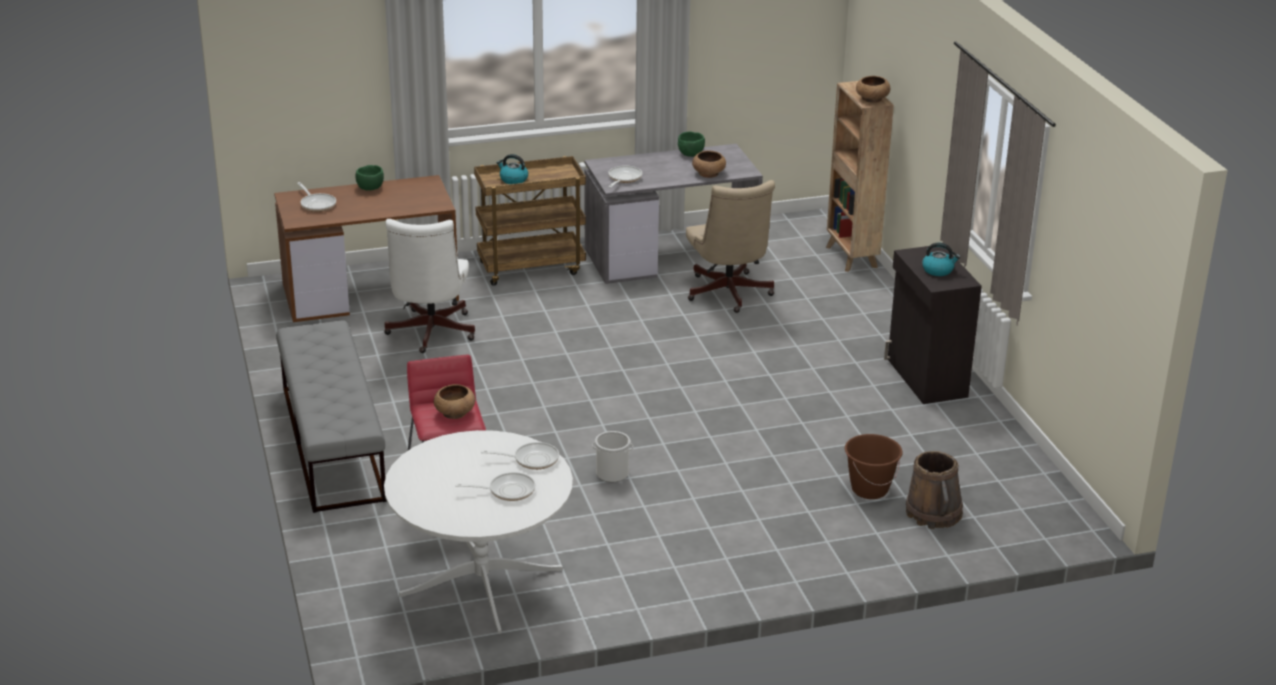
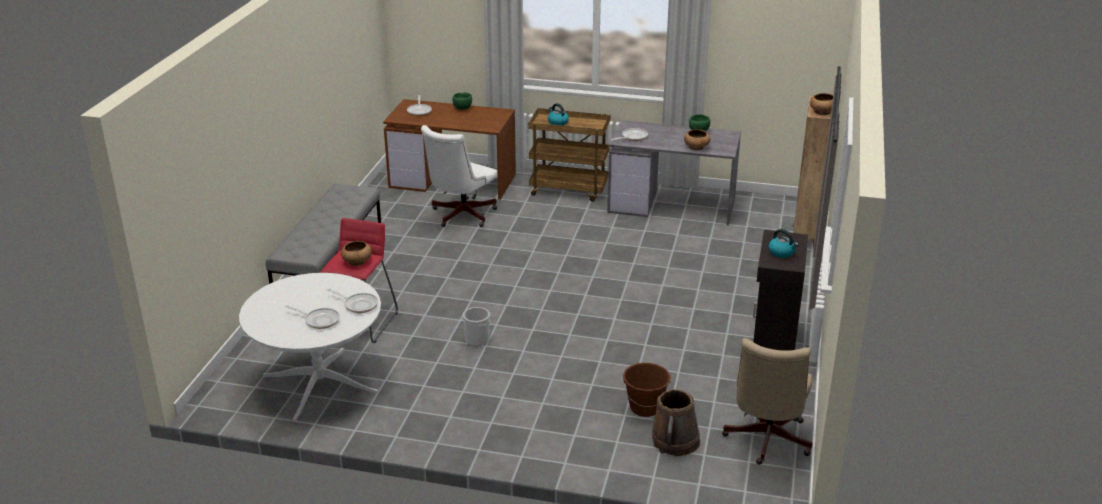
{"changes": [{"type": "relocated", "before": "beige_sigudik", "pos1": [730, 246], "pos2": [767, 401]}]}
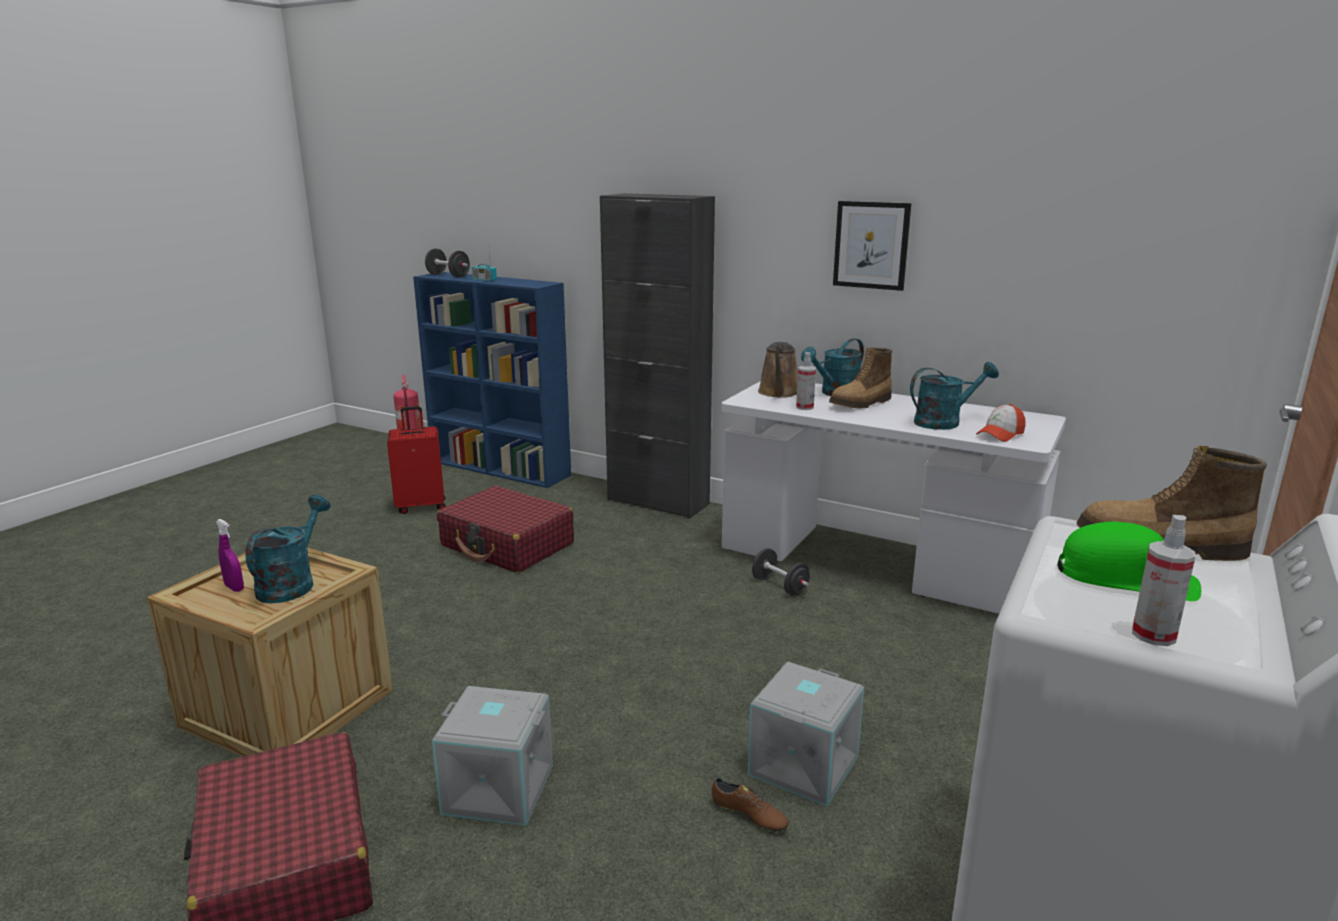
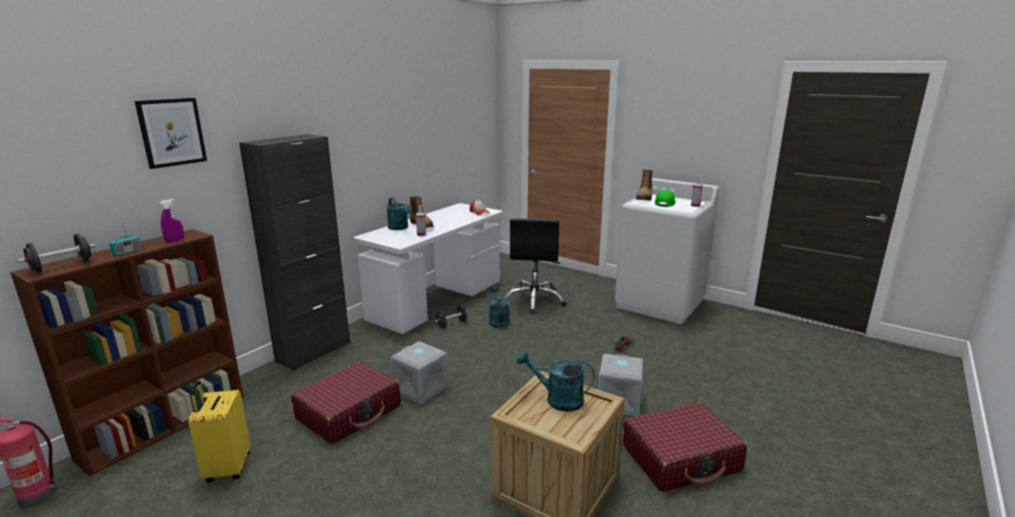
{"changes": [{"type": "relocated", "before": "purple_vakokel", "pos1": [230, 555], "pos2": [172, 221]}, {"type": "colour", "before": "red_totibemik", "after": "yellow_totibemik", "pos1": [416, 460], "pos2": [219, 431]}, {"type": "colour", "before": "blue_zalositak", "after": "brown_zalositak", "pos1": [492, 380], "pos2": [127, 353]}, {"type": "relocated", "before": "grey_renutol", "pos1": [806, 734], "pos2": [419, 373]}, {"type": "missing", "before": "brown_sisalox", "pos1": [778, 369]}, {"type": "relocated", "before": "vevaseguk", "pos1": [872, 246], "pos2": [171, 133]}, {"type": "relocated", "before": "turquoise_sisalox", "pos1": [954, 396], "pos2": [499, 307]}, {"type": "appeared", "after": "black_sigudik", "pos2": [535, 266]}]}
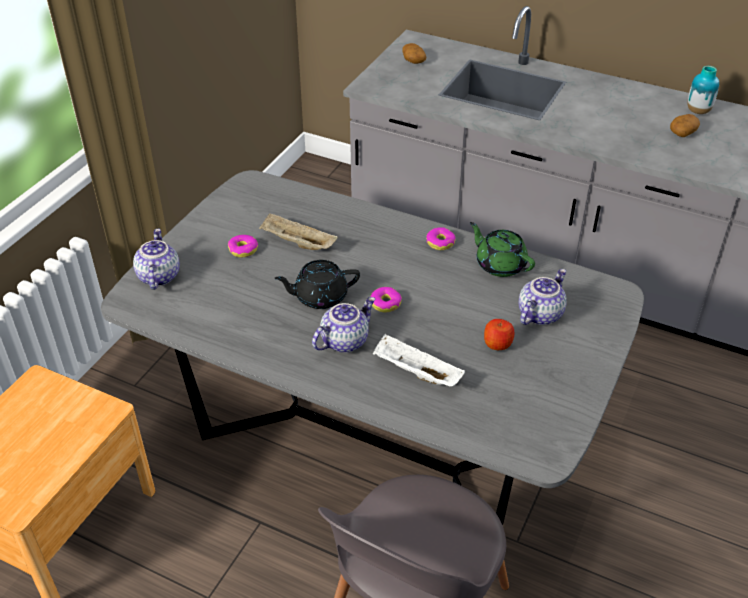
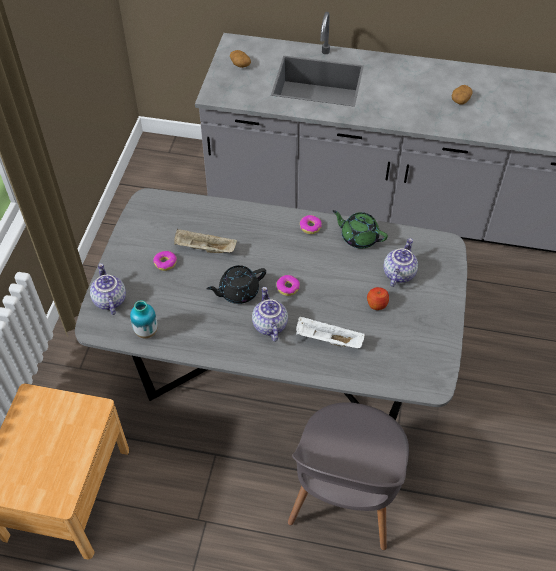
{"changes": [{"type": "spun", "before": "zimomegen", "pos1": [343, 325], "pos2": [270, 314], "turn": -45}, {"type": "relocated", "before": "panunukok", "pos1": [703, 90], "pos2": [144, 319]}]}
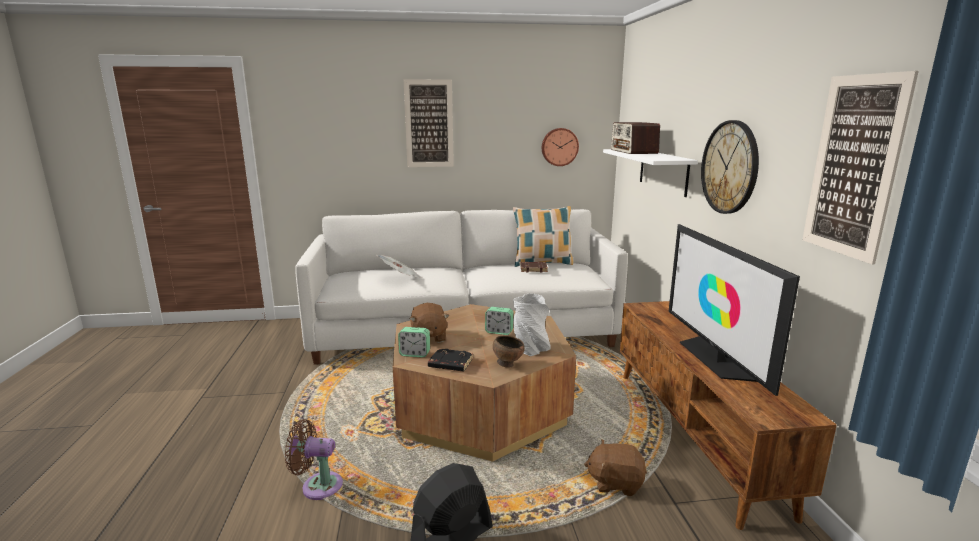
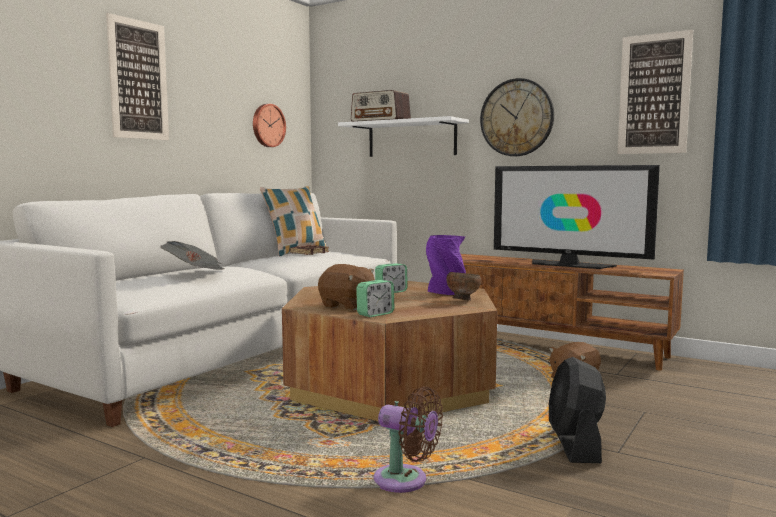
{"changes": [{"type": "spun", "before": "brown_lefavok", "pos1": [314, 459], "pos2": [408, 439], "turn": -105}, {"type": "missing", "before": "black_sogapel", "pos1": [450, 360]}, {"type": "colour", "before": "grey_panunukok", "after": "purple_panunukok", "pos1": [532, 324], "pos2": [446, 265]}]}
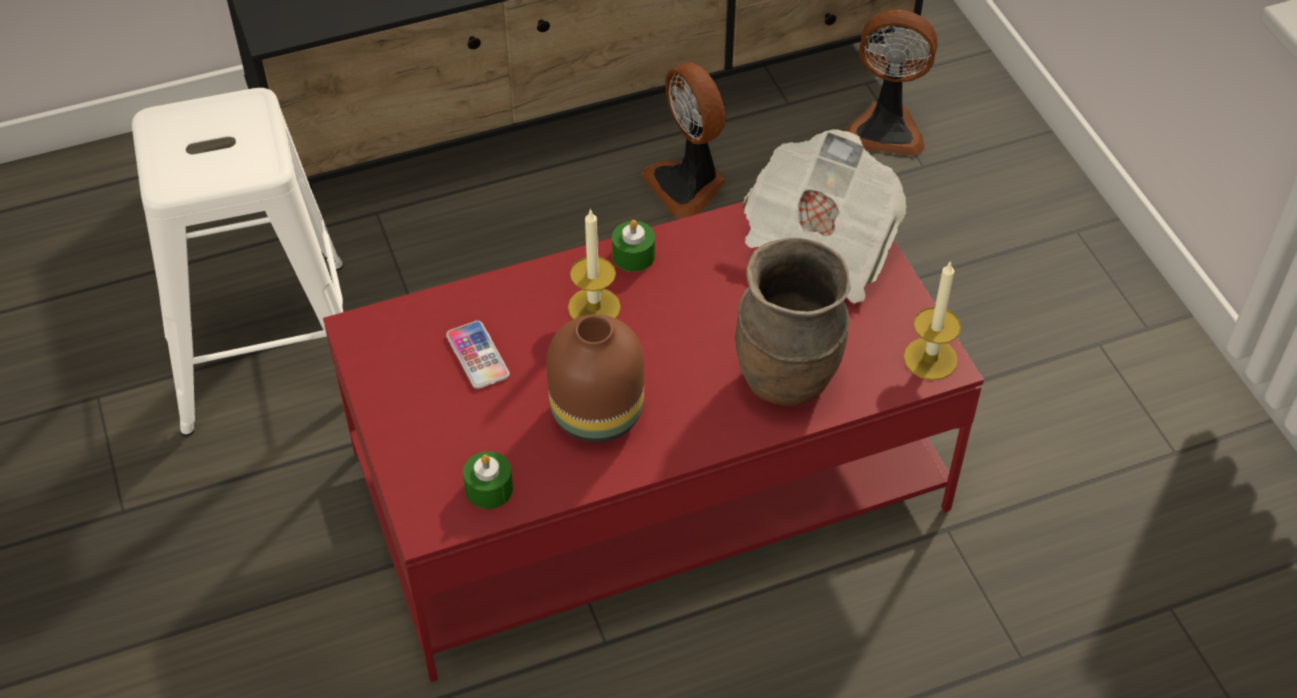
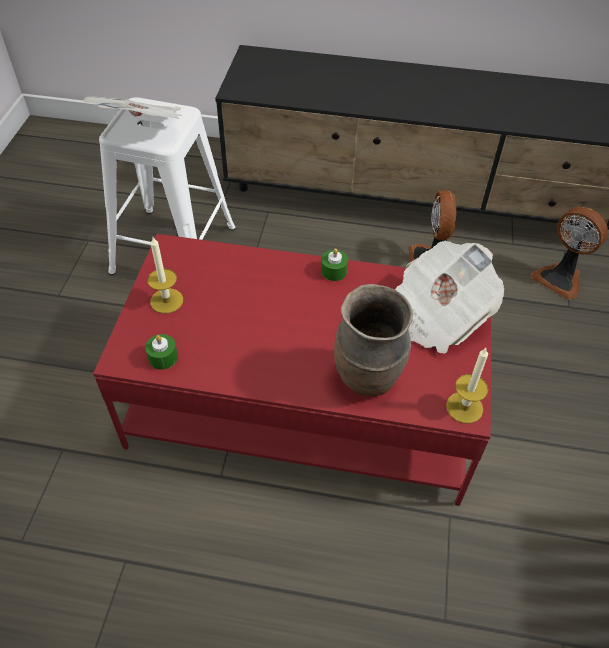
{"changes": [{"type": "missing", "before": "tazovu", "pos1": [478, 355]}, {"type": "missing", "before": "brown_panunukok", "pos1": [595, 378]}, {"type": "relocated", "before": "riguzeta", "pos1": [594, 263], "pos2": [165, 275]}, {"type": "appeared", "after": "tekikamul", "pos2": [133, 107]}]}
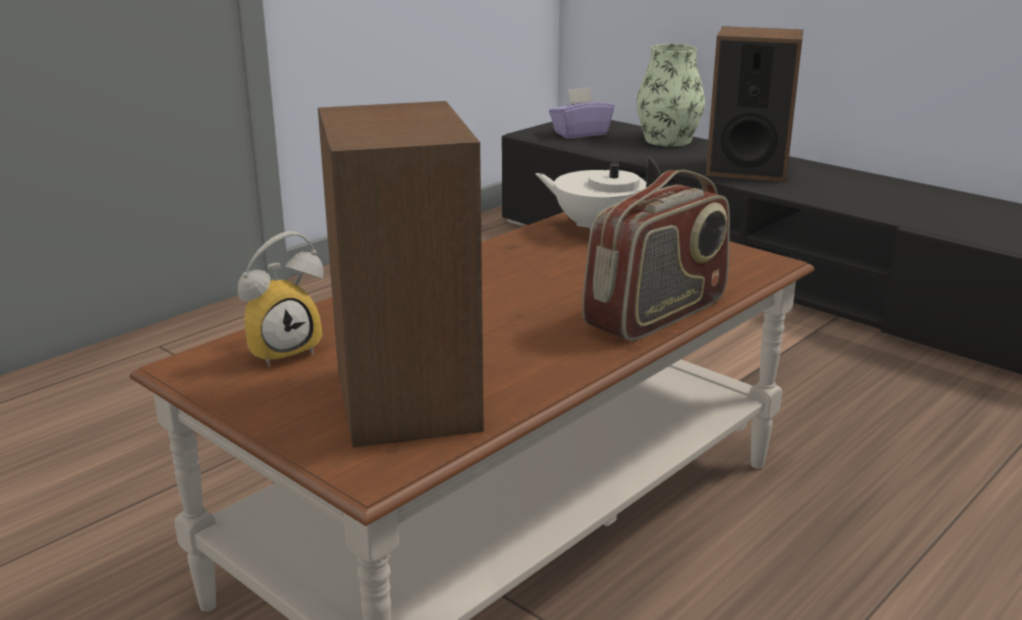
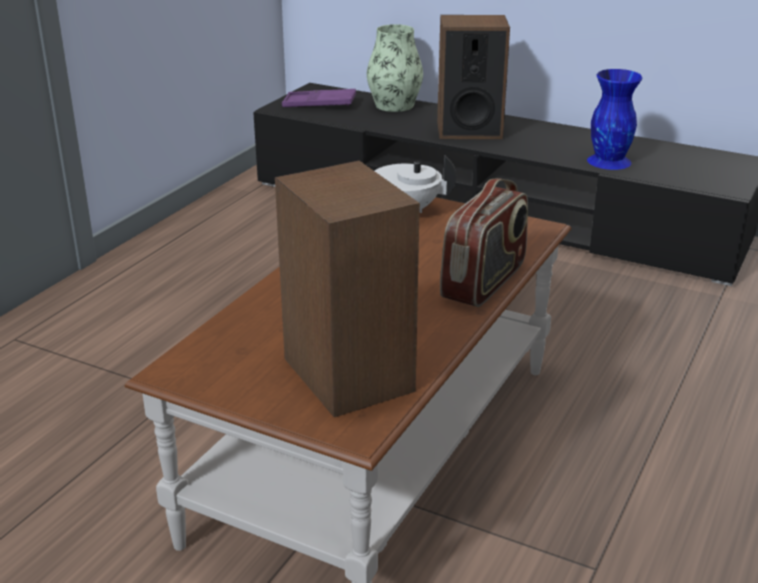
{"changes": [{"type": "missing", "before": "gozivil", "pos1": [280, 299]}, {"type": "exchanged", "before": "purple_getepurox", "after": "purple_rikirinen", "pos1": [581, 112], "pos2": [319, 98]}, {"type": "appeared", "after": "blue_panunukok", "pos2": [614, 119]}]}
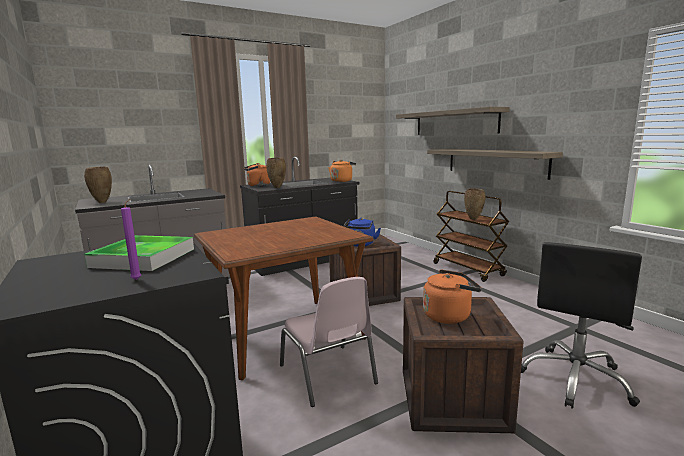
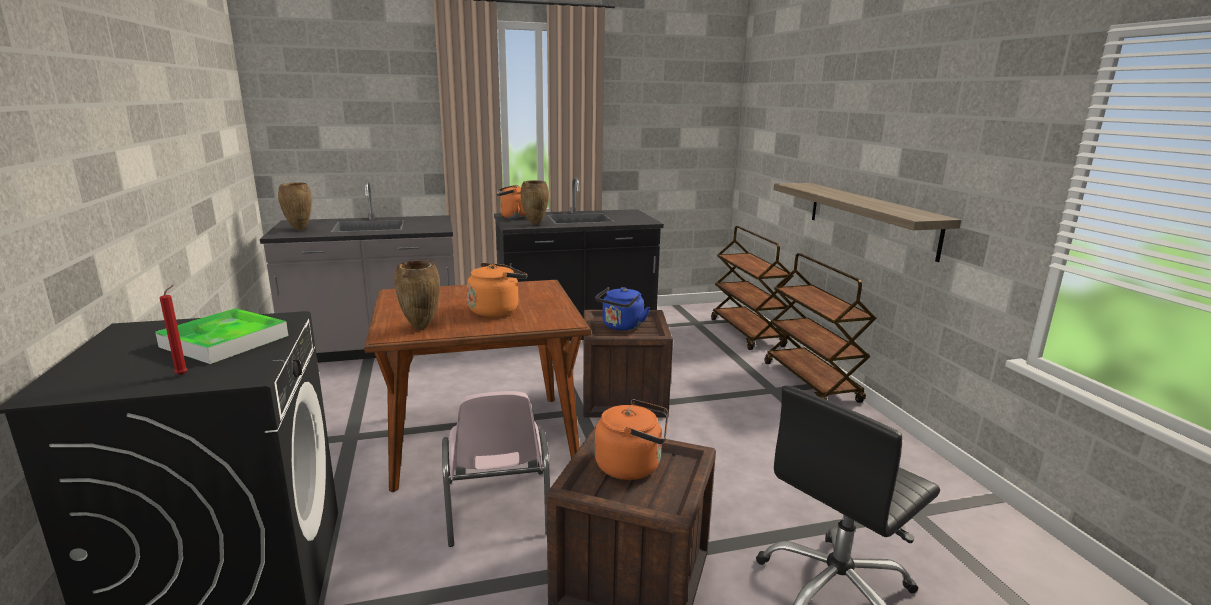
{"changes": [{"type": "colour", "before": "purple_riguzeta", "after": "red_riguzeta", "pos1": [131, 239], "pos2": [173, 330]}, {"type": "relocated", "before": "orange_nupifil", "pos1": [342, 171], "pos2": [497, 290]}, {"type": "missing", "before": "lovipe", "pos1": [453, 121]}, {"type": "relocated", "before": "brown_panunukok", "pos1": [474, 204], "pos2": [417, 295]}, {"type": "appeared", "after": "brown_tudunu", "pos2": [752, 288]}]}
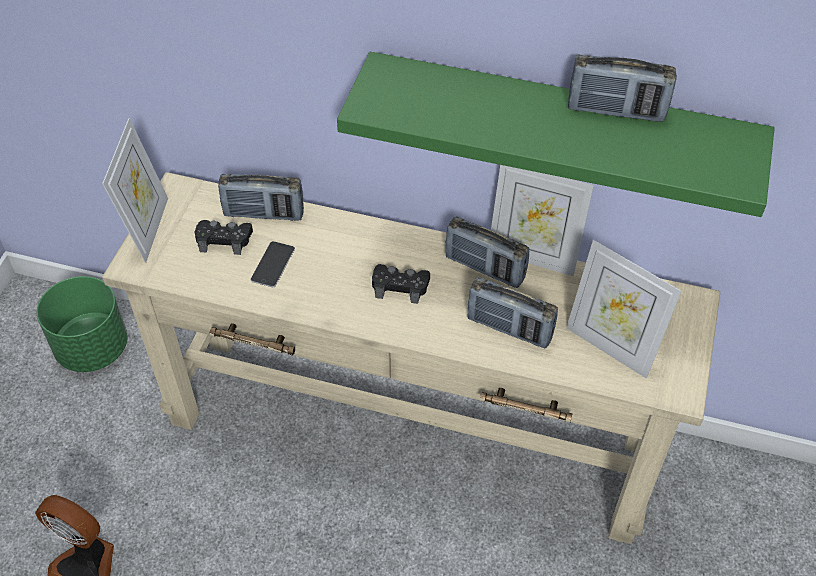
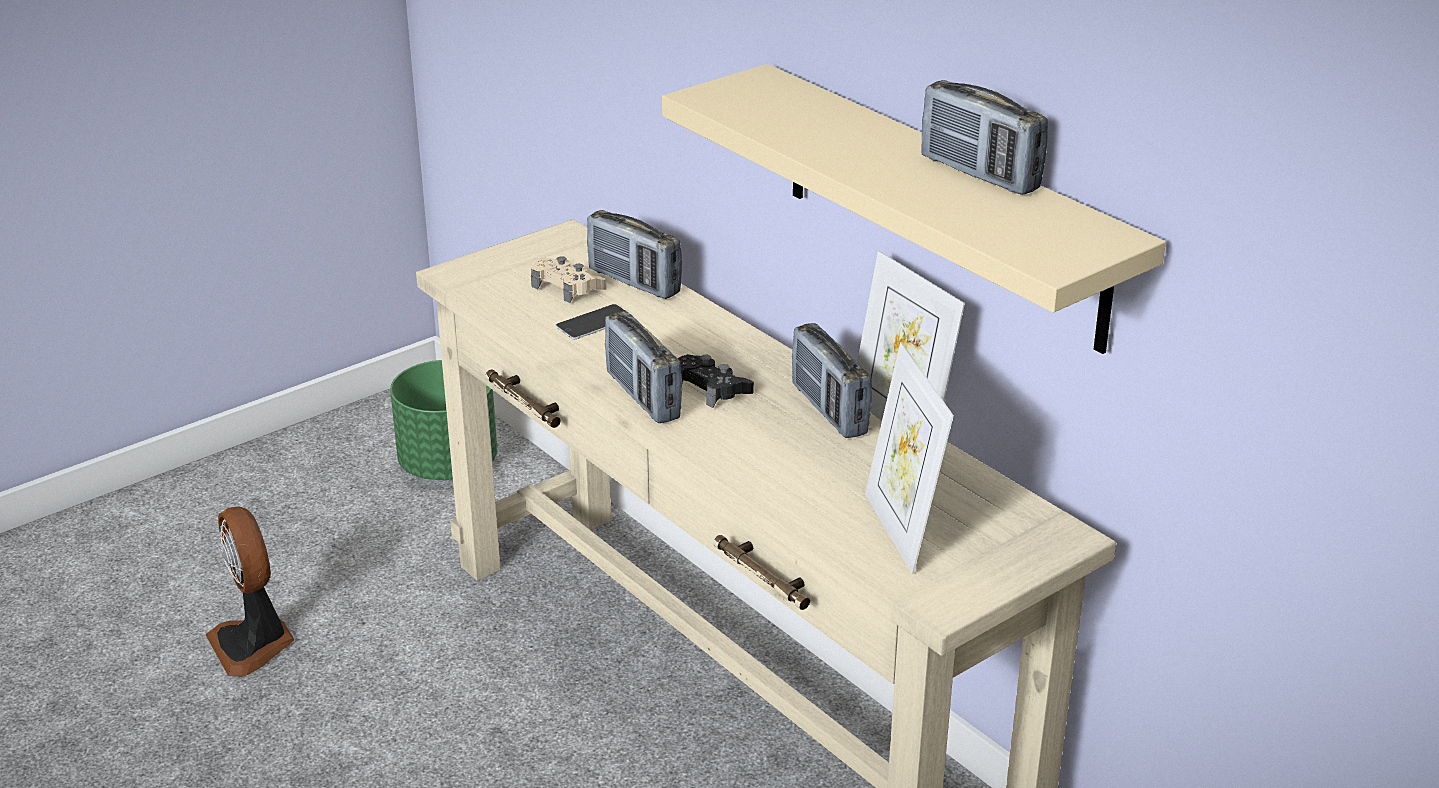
{"changes": [{"type": "missing", "before": "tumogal", "pos1": [135, 190]}, {"type": "colour", "before": "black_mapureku", "after": "beige_mapureku", "pos1": [224, 237], "pos2": [569, 279]}, {"type": "colour", "before": "green_lovipe", "after": "beige_lovipe", "pos1": [556, 134], "pos2": [914, 209]}, {"type": "relocated", "before": "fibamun", "pos1": [513, 312], "pos2": [643, 367]}]}
